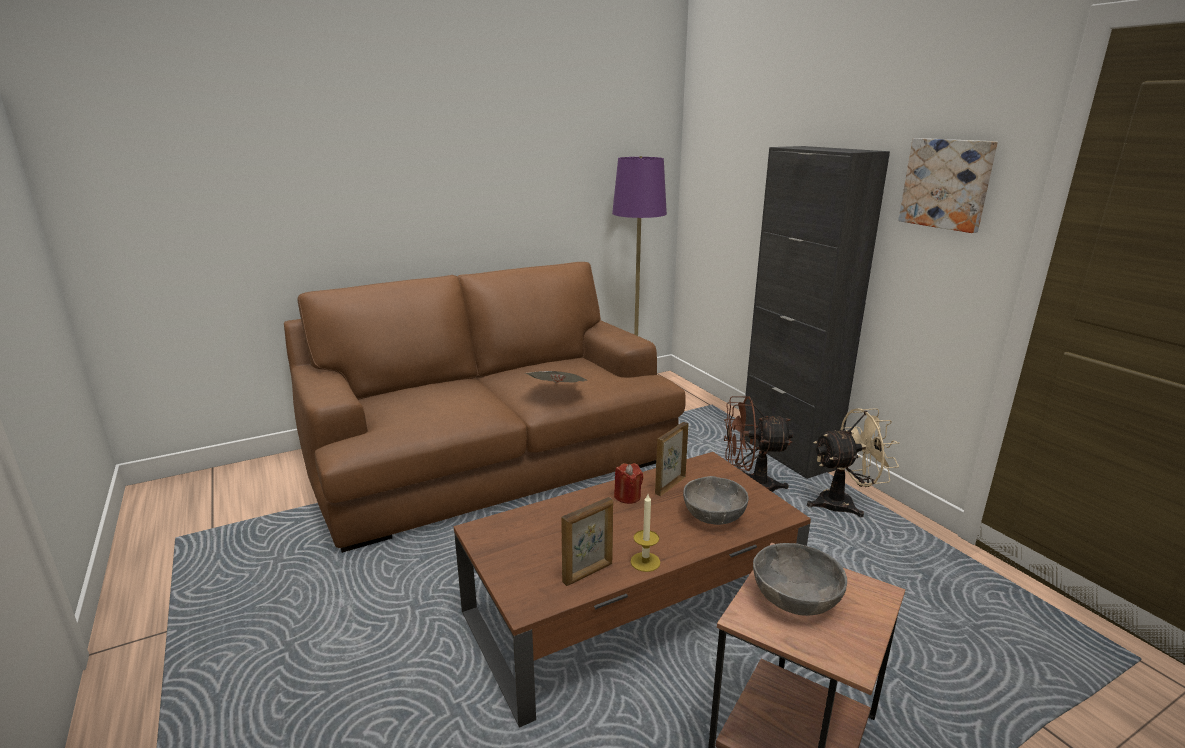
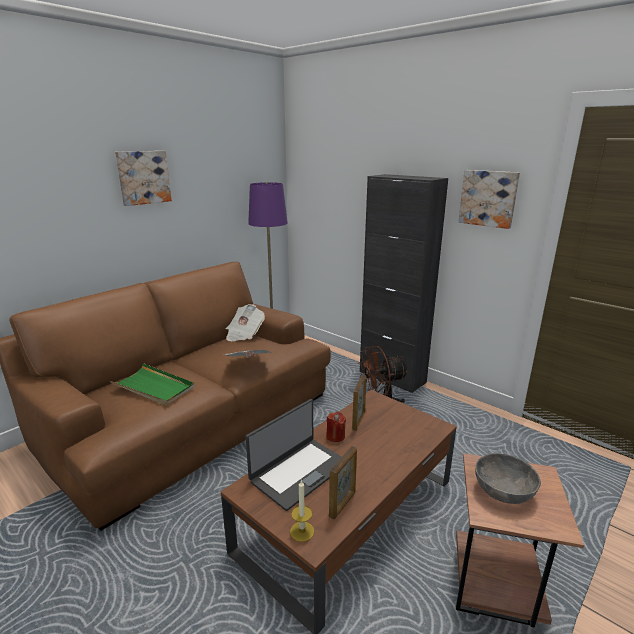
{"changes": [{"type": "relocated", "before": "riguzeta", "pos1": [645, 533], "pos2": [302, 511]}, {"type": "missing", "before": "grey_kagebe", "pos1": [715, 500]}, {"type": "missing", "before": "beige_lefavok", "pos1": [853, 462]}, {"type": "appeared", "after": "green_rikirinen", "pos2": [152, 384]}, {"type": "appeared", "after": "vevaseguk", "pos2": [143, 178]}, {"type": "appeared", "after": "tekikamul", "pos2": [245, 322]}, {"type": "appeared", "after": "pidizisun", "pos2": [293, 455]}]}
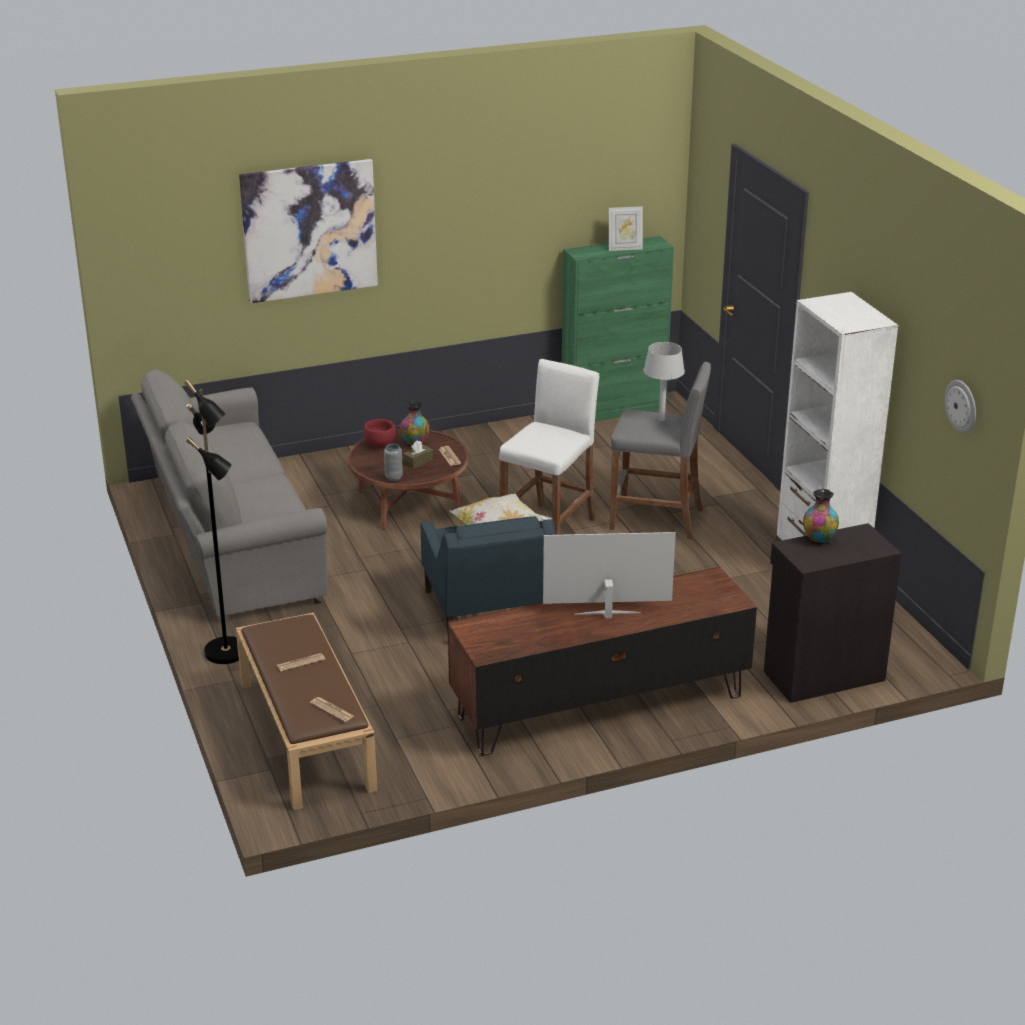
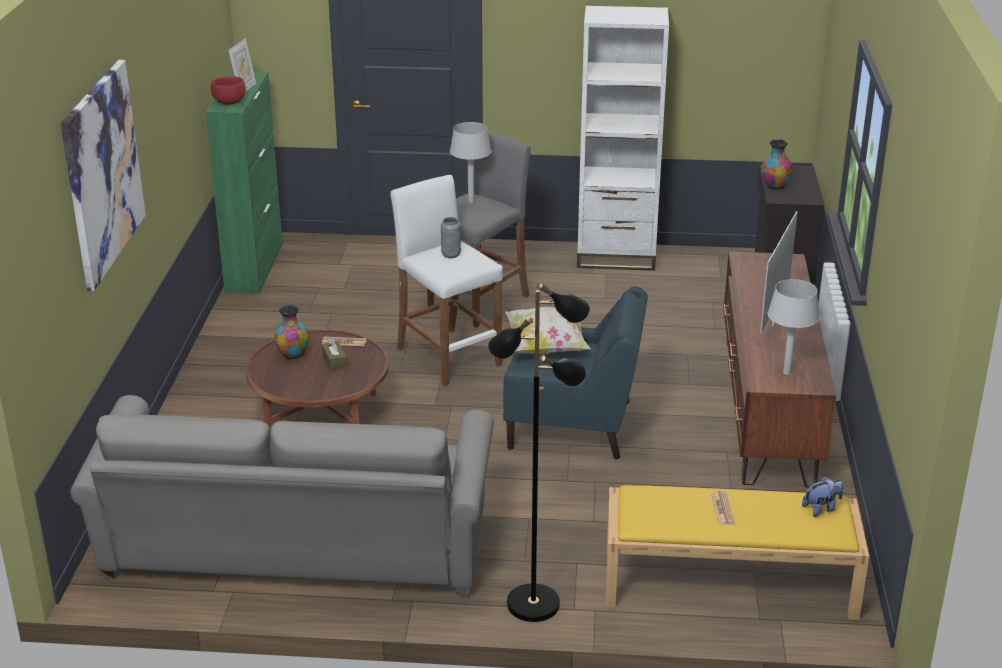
{"changes": [{"type": "colour", "before": "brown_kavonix", "after": "yellow_kavonix", "pos1": [306, 711], "pos2": [737, 552]}, {"type": "exchanged", "before": "tekikamul", "after": "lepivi", "pos1": [332, 709], "pos2": [822, 496]}, {"type": "relocated", "before": "red_kagebe", "pos1": [380, 433], "pos2": [228, 90]}, {"type": "relocated", "before": "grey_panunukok", "pos1": [393, 462], "pos2": [451, 237]}, {"type": "missing", "before": "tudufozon", "pos1": [960, 406]}, {"type": "appeared", "after": "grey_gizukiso", "pos2": [793, 327]}]}
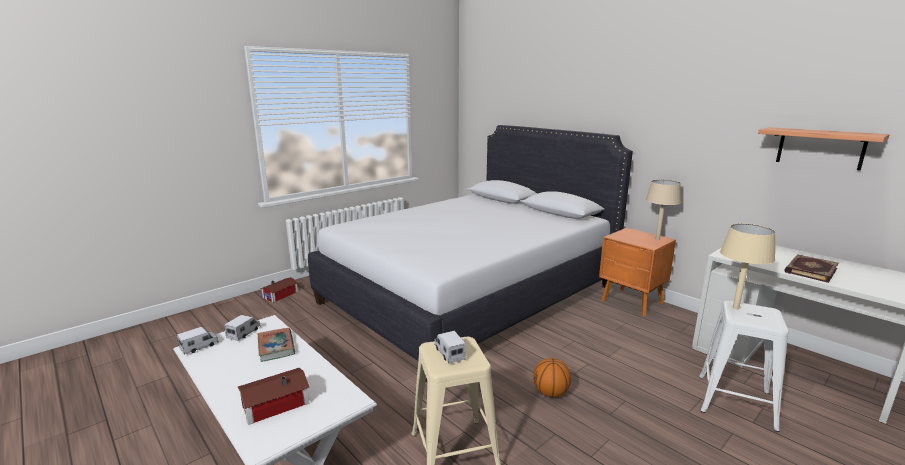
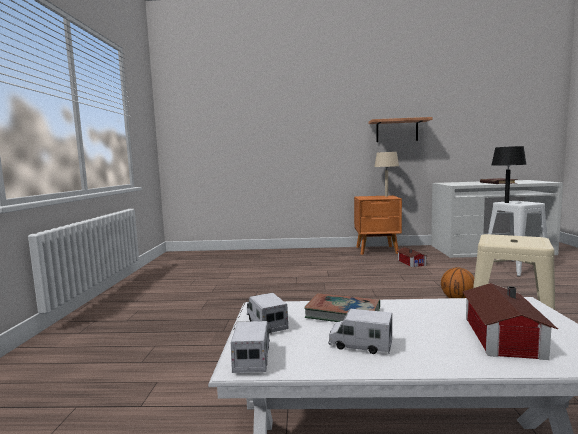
{"changes": [{"type": "relocated", "before": "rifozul", "pos1": [279, 290], "pos2": [412, 257]}, {"type": "missing", "before": "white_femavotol", "pos1": [470, 253]}, {"type": "relocated", "before": "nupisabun", "pos1": [450, 347], "pos2": [360, 331]}, {"type": "colour", "before": "beige_gizukiso", "after": "black_gizukiso", "pos1": [748, 267], "pos2": [509, 174]}, {"type": "relocated", "before": "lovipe", "pos1": [823, 149], "pos2": [400, 129]}]}
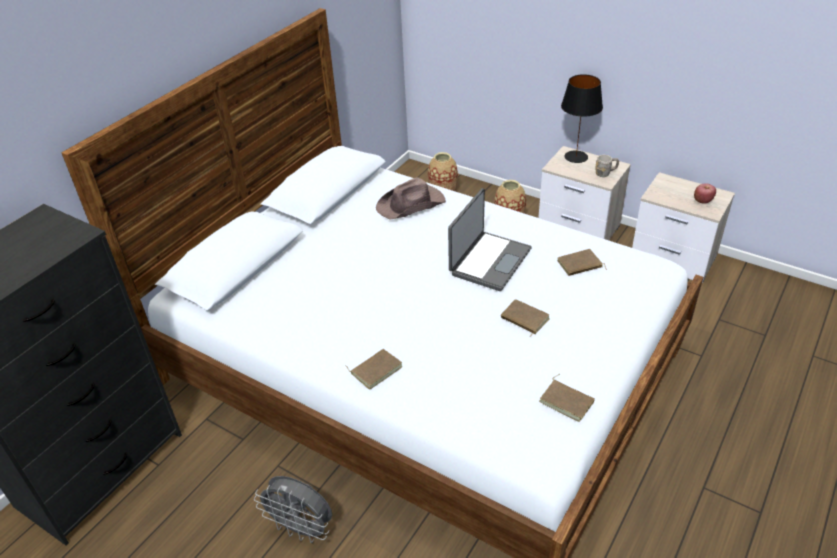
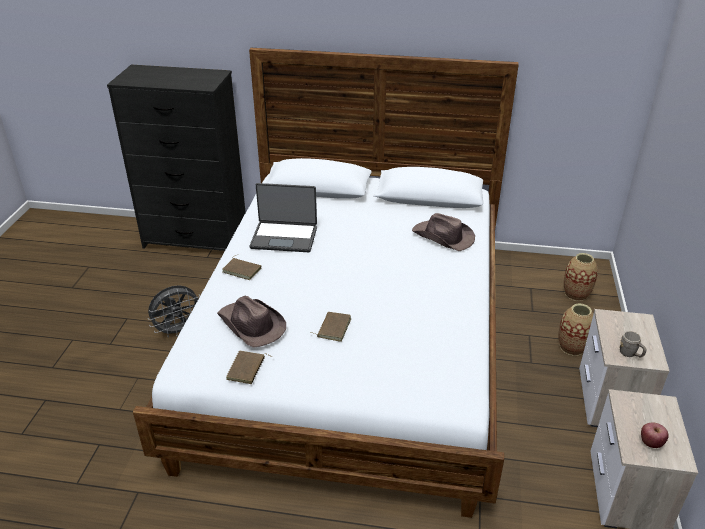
{"changes": [{"type": "spun", "before": "grey_lefavok", "pos1": [293, 509], "pos2": [174, 311], "turn": -120}, {"type": "relocated", "before": "pidizisun", "pos1": [490, 239], "pos2": [283, 217]}, {"type": "missing", "before": "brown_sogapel", "pos1": [582, 262]}, {"type": "missing", "before": "black_gizukiso", "pos1": [582, 118]}, {"type": "appeared", "after": "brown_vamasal", "pos2": [251, 322]}]}
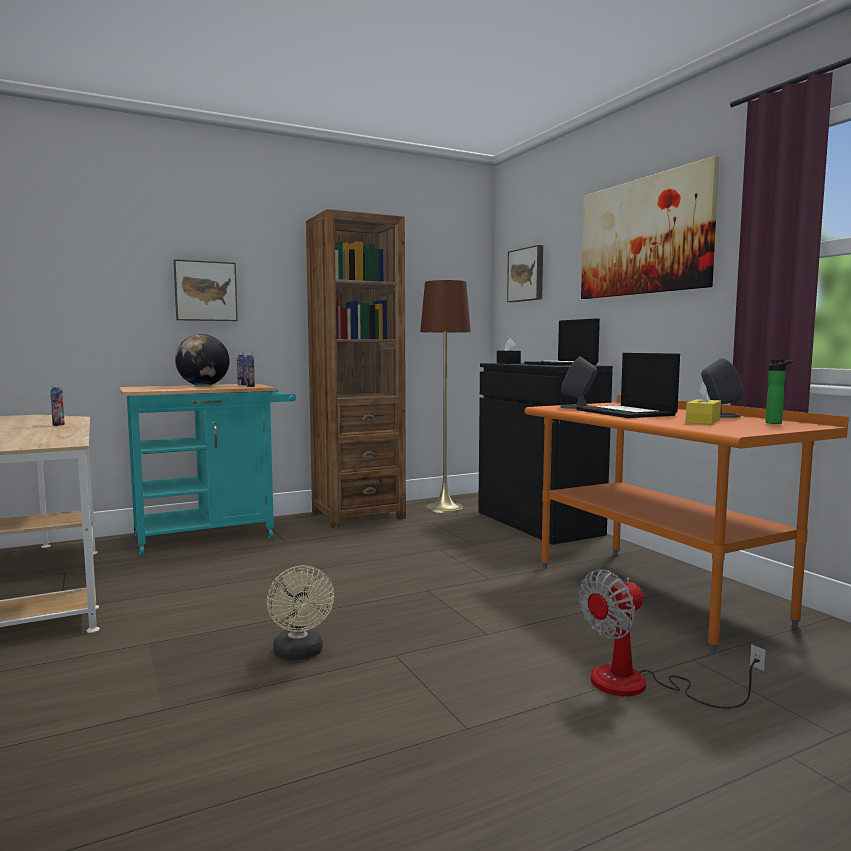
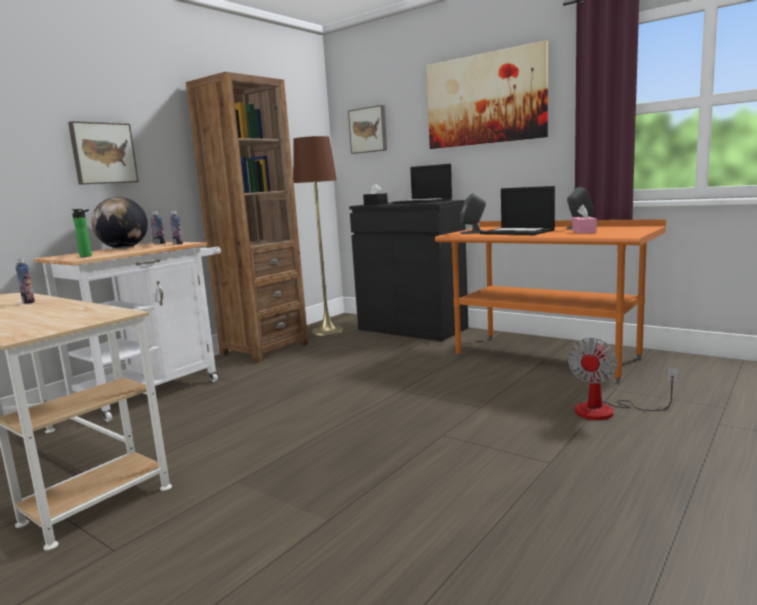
{"changes": [{"type": "colour", "before": "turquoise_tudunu", "after": "white_tudunu", "pos1": [207, 470], "pos2": [127, 332]}, {"type": "missing", "before": "beige_lefavok", "pos1": [300, 613]}, {"type": "colour", "before": "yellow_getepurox", "after": "pink_getepurox", "pos1": [703, 403], "pos2": [584, 219]}, {"type": "relocated", "before": "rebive", "pos1": [779, 391], "pos2": [81, 233]}]}
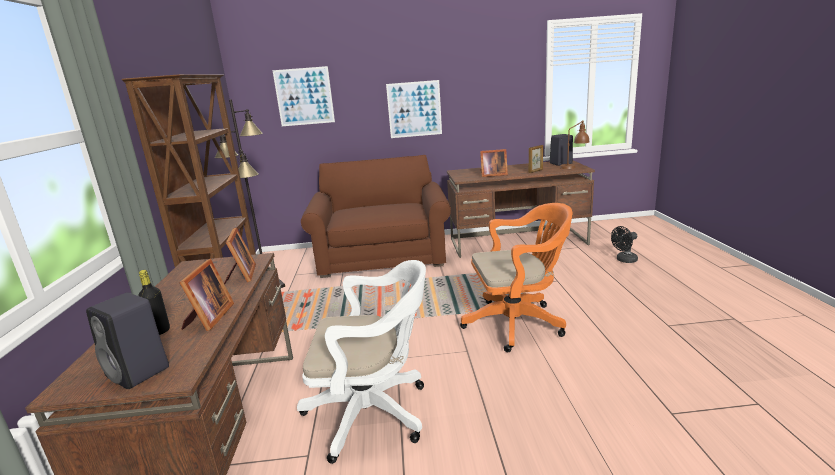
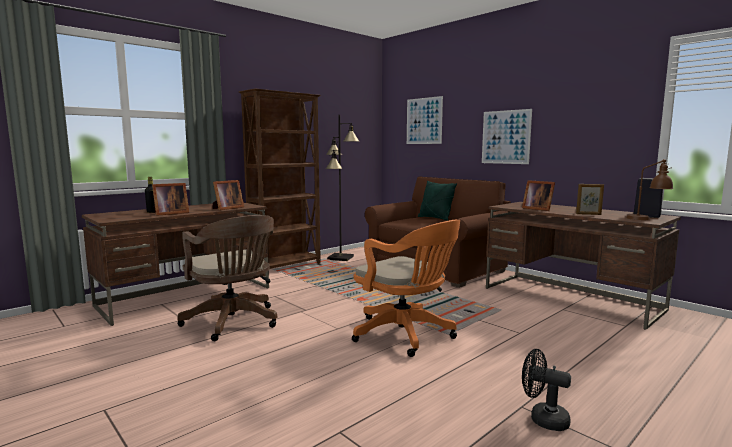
{"changes": [{"type": "missing", "before": "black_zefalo", "pos1": [127, 340]}, {"type": "colour", "before": "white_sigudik", "after": "brown_sigudik", "pos1": [361, 362], "pos2": [227, 278]}, {"type": "relocated", "before": "black_lefavok", "pos1": [624, 244], "pos2": [546, 390]}, {"type": "appeared", "after": "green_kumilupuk", "pos2": [437, 201]}]}
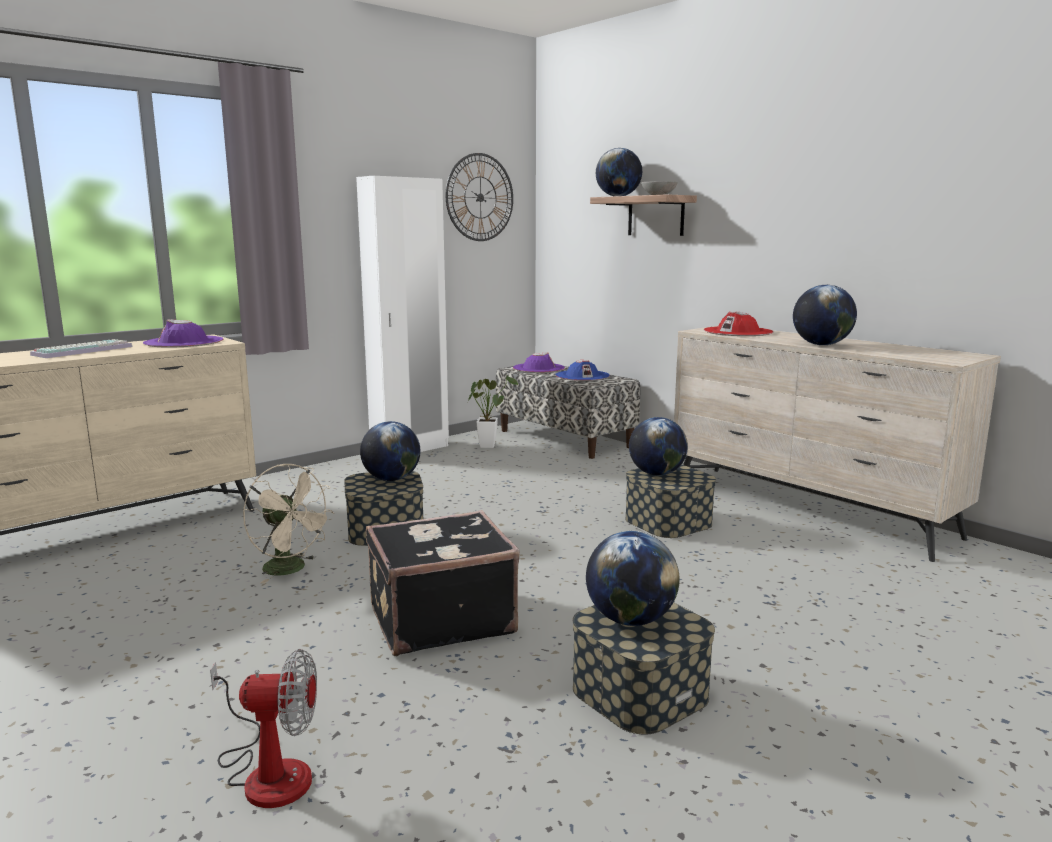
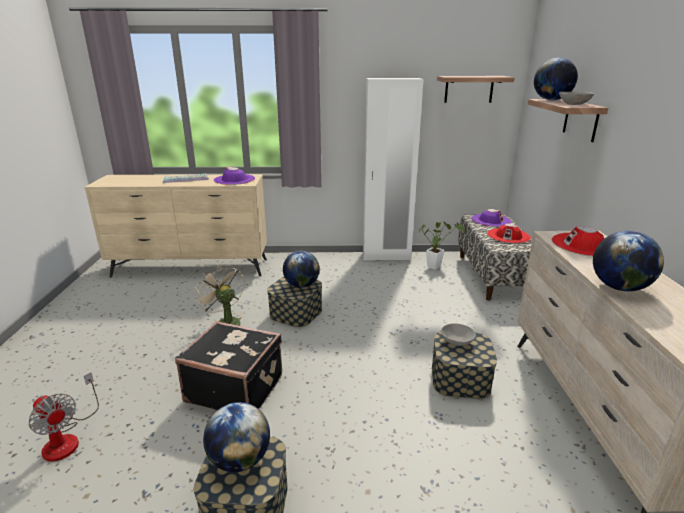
{"changes": [{"type": "spun", "before": "beige_lefavok", "pos1": [289, 524], "pos2": [219, 295], "turn": 150}, {"type": "exchanged", "before": "tudufozon", "after": "lovipe", "pos1": [479, 197], "pos2": [476, 89]}, {"type": "colour", "before": "blue_vamasal", "after": "red_vamasal", "pos1": [582, 370], "pos2": [509, 233]}, {"type": "exchanged", "before": "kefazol", "after": "grey_kagebe", "pos1": [658, 446], "pos2": [458, 334]}]}
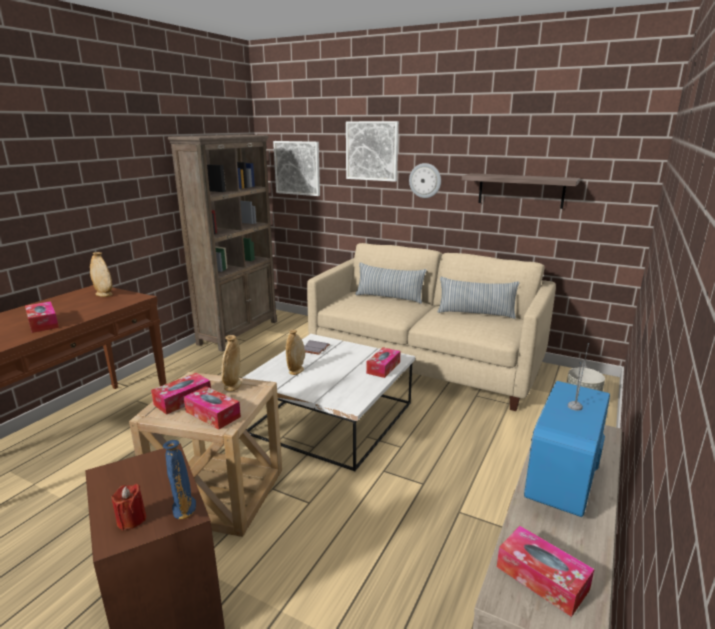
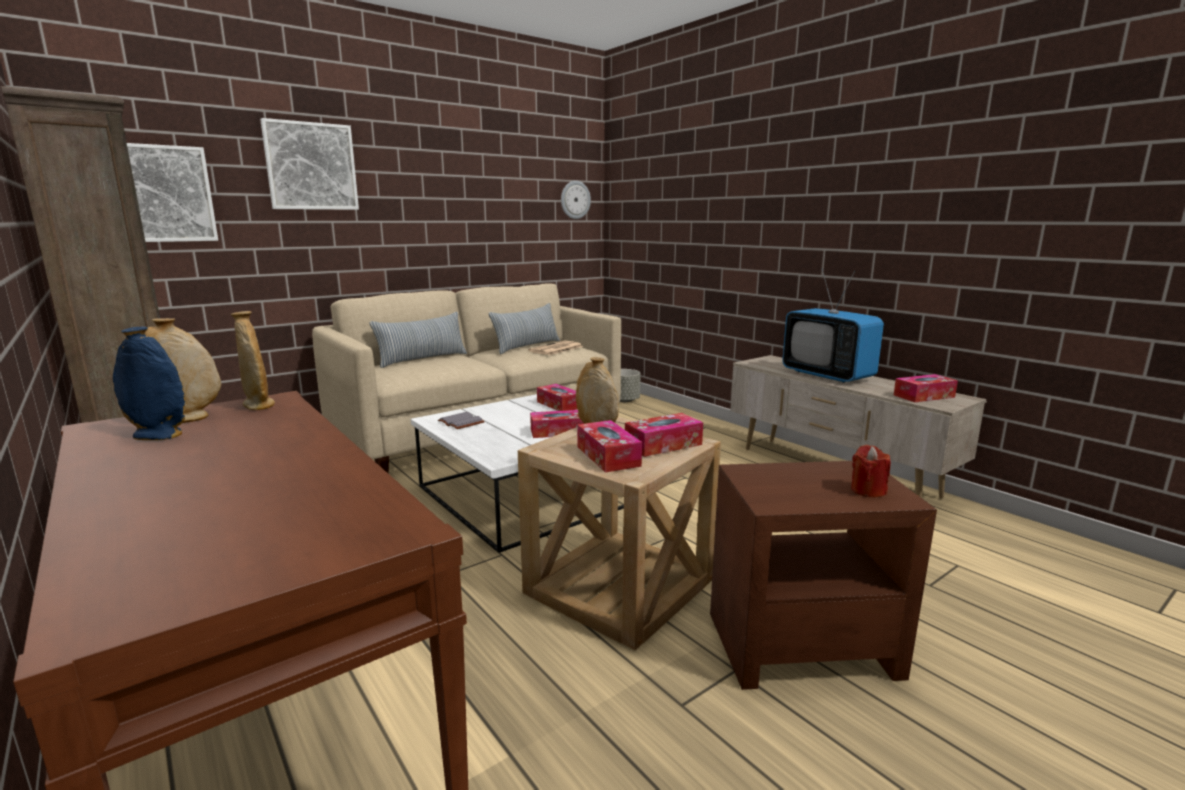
{"changes": [{"type": "relocated", "before": "getepurox", "pos1": [42, 317], "pos2": [557, 424]}, {"type": "relocated", "before": "blue_panunukok", "pos1": [179, 479], "pos2": [149, 383]}, {"type": "relocated", "before": "beige_panunukok", "pos1": [295, 352], "pos2": [252, 360]}, {"type": "relocated", "before": "tudufozon", "pos1": [425, 180], "pos2": [576, 200]}, {"type": "missing", "before": "lovipe", "pos1": [521, 191]}, {"type": "appeared", "after": "tekikamul", "pos2": [555, 348]}]}
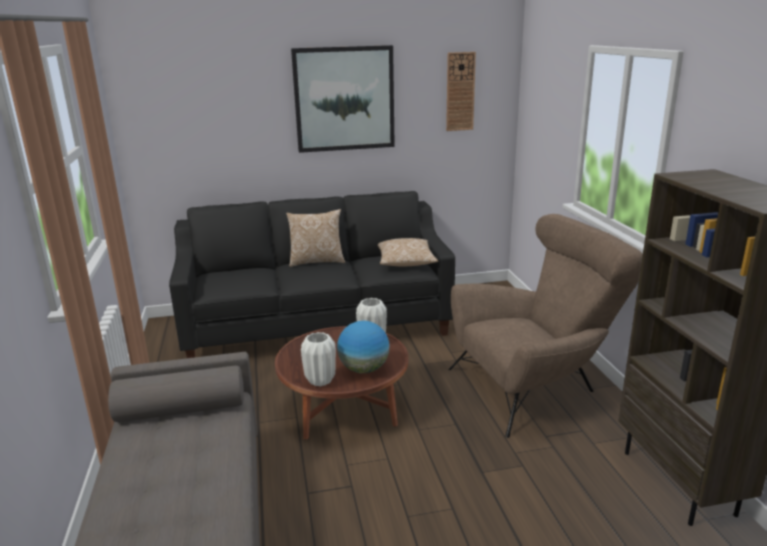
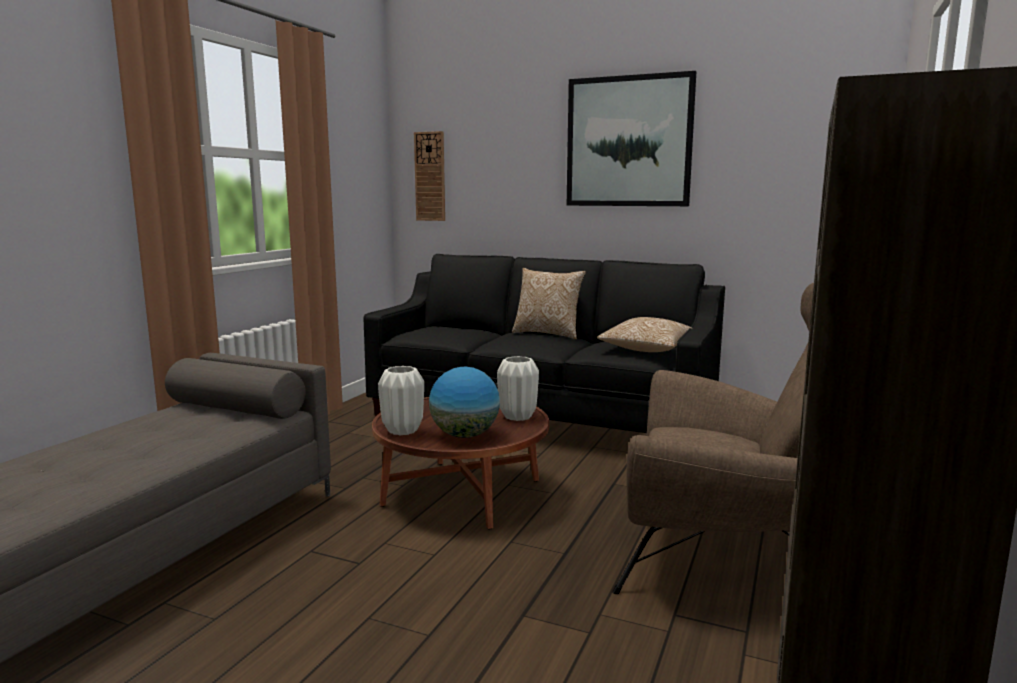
{"changes": [{"type": "relocated", "before": "tudufozon", "pos1": [461, 91], "pos2": [429, 176]}]}
